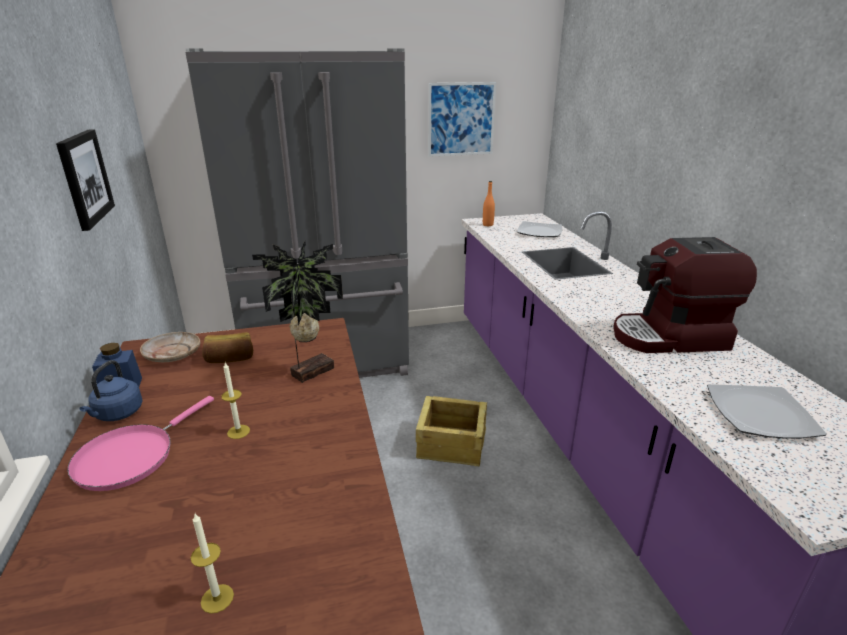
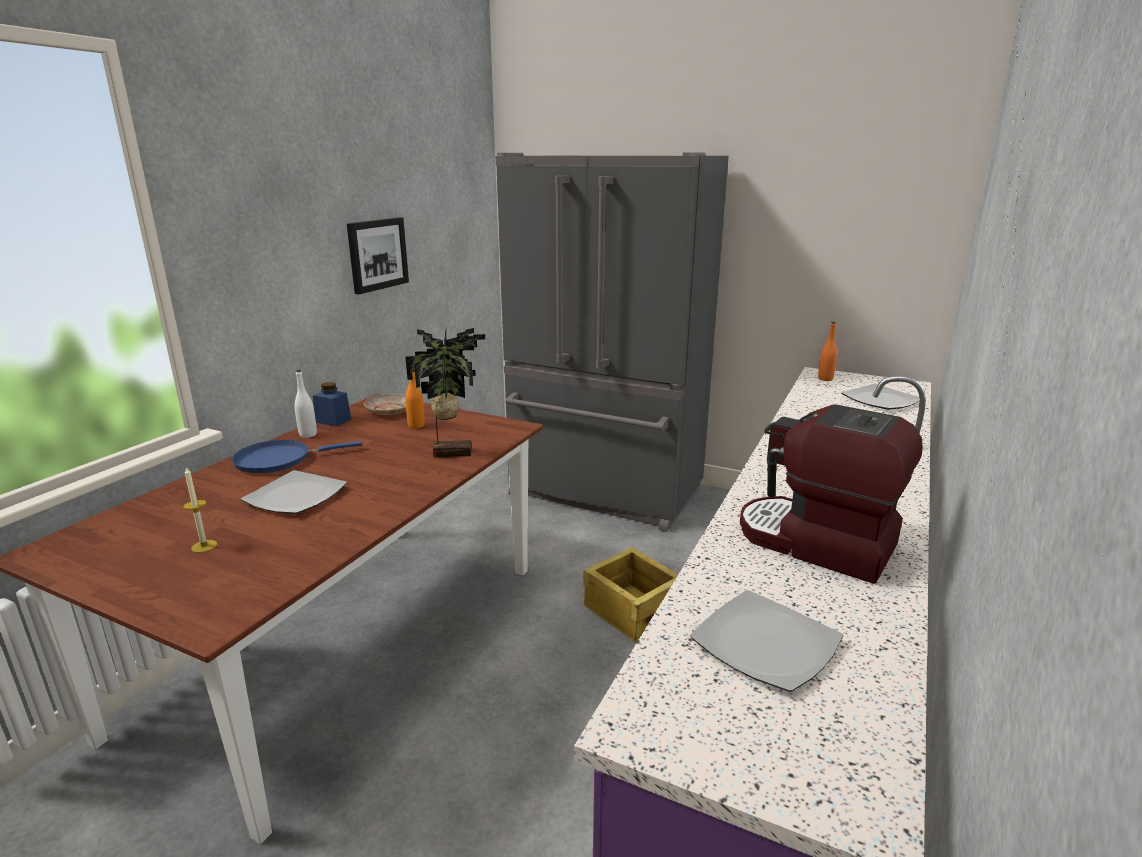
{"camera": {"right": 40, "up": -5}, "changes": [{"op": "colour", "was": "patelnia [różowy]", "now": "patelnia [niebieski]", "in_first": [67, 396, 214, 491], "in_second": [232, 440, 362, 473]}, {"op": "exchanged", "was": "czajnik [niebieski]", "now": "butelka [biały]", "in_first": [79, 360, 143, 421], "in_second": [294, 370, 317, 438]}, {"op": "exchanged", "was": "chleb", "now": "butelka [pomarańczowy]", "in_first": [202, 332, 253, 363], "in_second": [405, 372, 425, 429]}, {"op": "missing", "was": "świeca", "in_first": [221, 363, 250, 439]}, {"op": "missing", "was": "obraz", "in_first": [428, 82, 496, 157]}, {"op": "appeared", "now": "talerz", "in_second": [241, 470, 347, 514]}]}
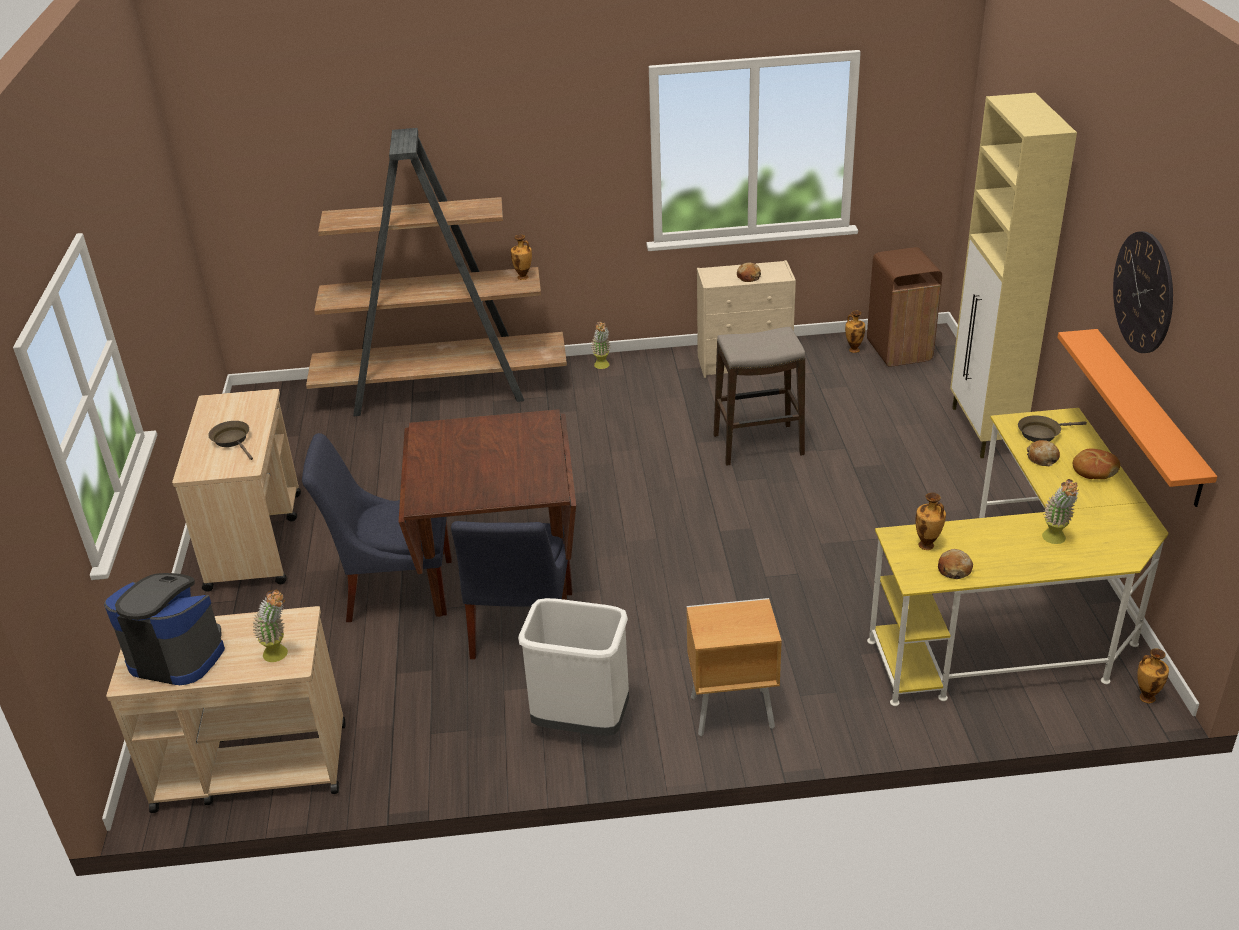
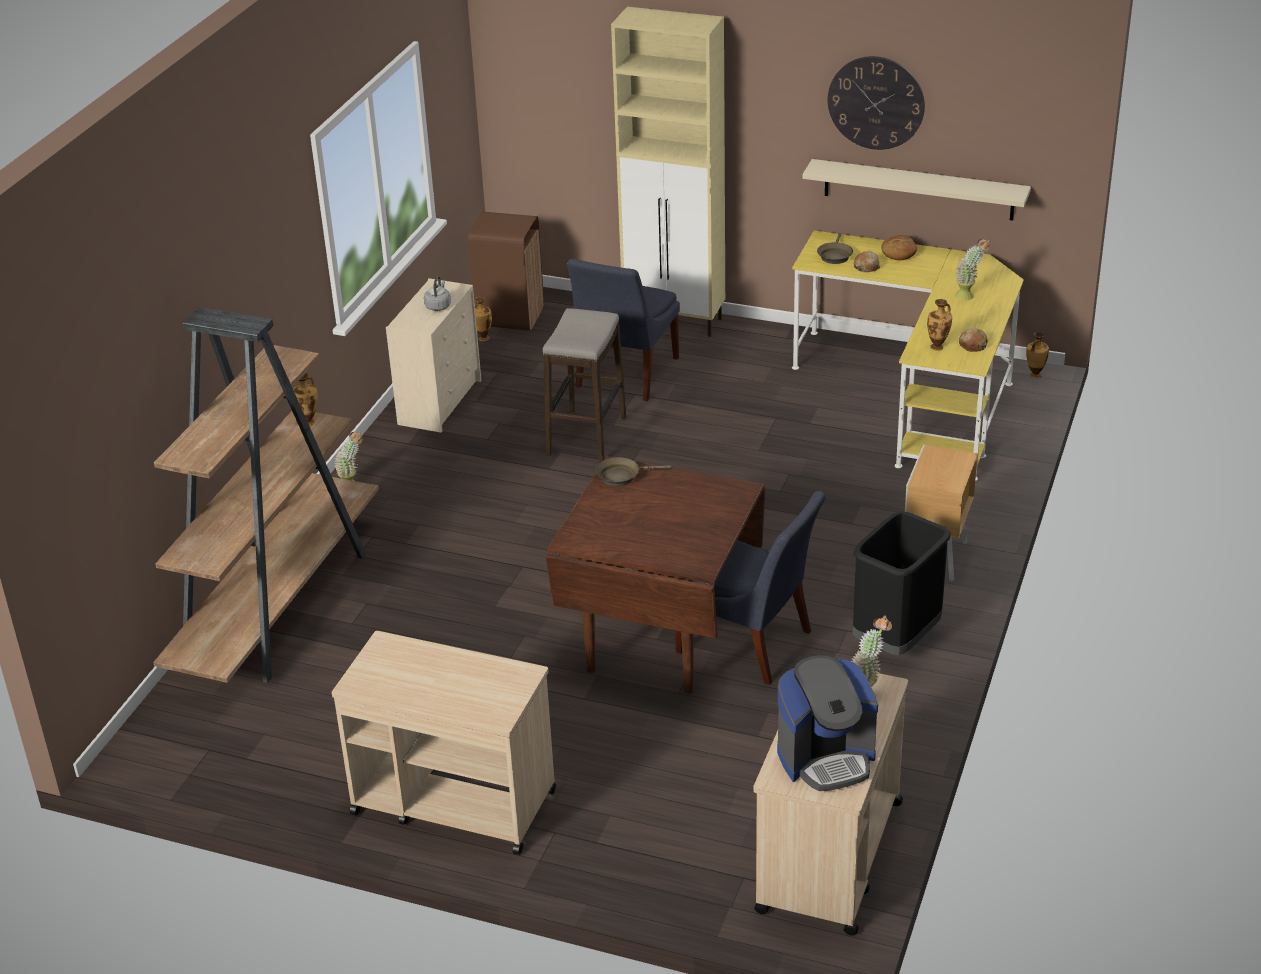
{"camera": {"right": -65, "up": 0}, "changes": [{"op": "spun", "was": "ekspres do kawy", "in_first": [104, 573, 225, 685], "in_second": [777, 655, 878, 791], "clockwise": -150}, {"op": "relocated", "was": "patelnia [brązowy]", "in_first": [208, 421, 253, 460], "in_second": [596, 457, 671, 486]}, {"op": "relocated", "was": "krzesło [niebieski]", "in_first": [302, 433, 452, 622], "in_second": [567, 259, 680, 401]}, {"op": "colour", "was": "kosz na śmieci [biały]", "now": "kosz na śmieci [czarny]", "in_first": [518, 598, 629, 736], "in_second": [853, 511, 951, 655]}, {"op": "exchanged", "was": "chleb", "now": "czajnik [szary]", "in_first": [737, 262, 761, 282], "in_second": [424, 276, 451, 311]}, {"op": "colour", "was": "półka [pomarańczowy]", "now": "półka [beżowy]", "in_first": [1057, 329, 1217, 507], "in_second": [803, 159, 1031, 220]}]}
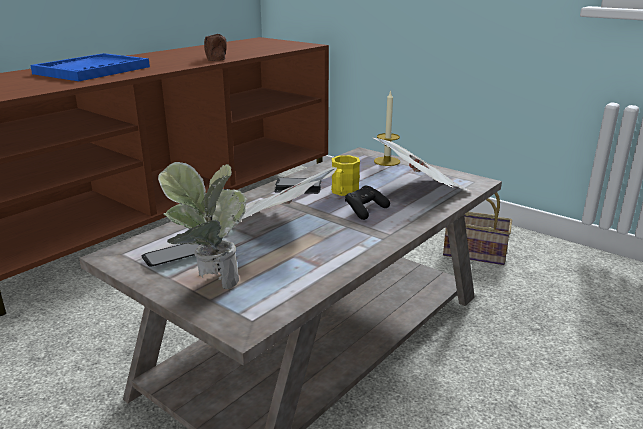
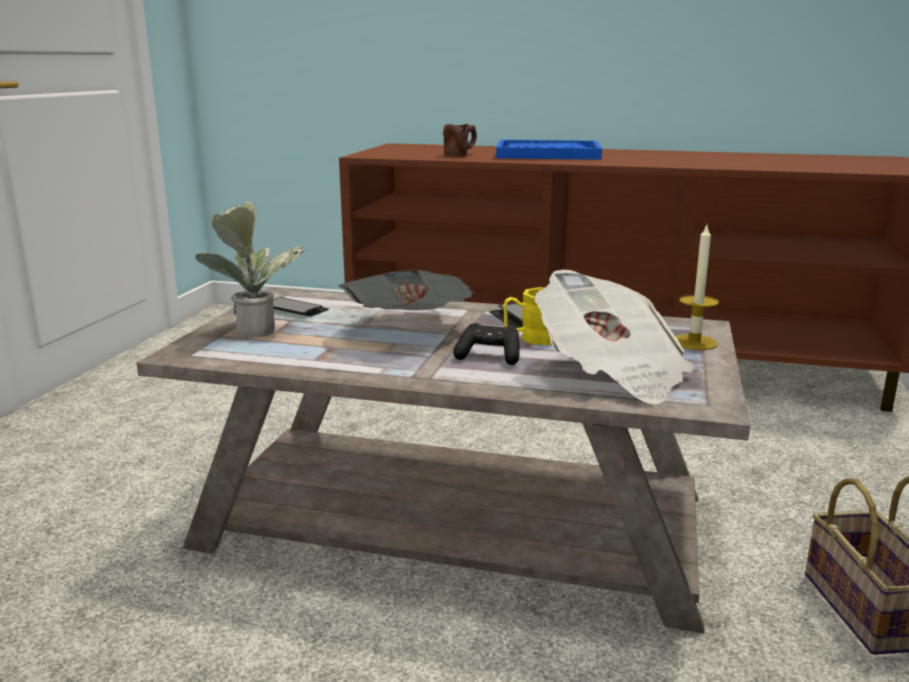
{"camera": {"right": 65, "up": -5}, "changes": [{"op": "relocated", "was": "kubek [brązowy]", "in_first": [204, 34, 227, 61], "in_second": [443, 124, 477, 157]}]}
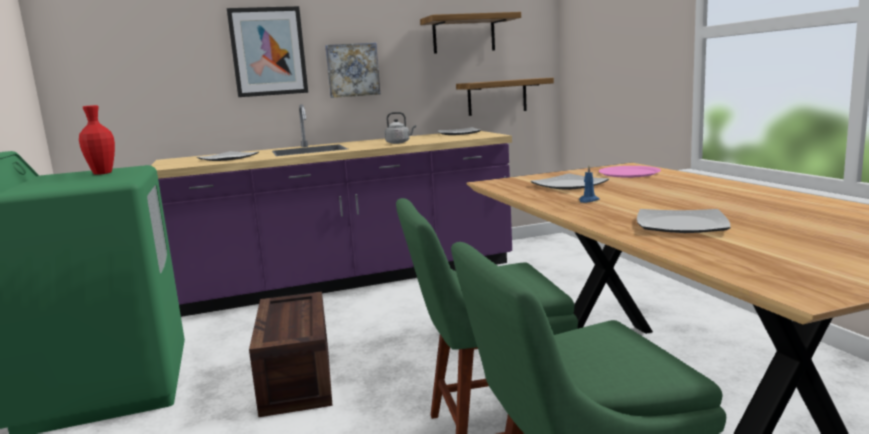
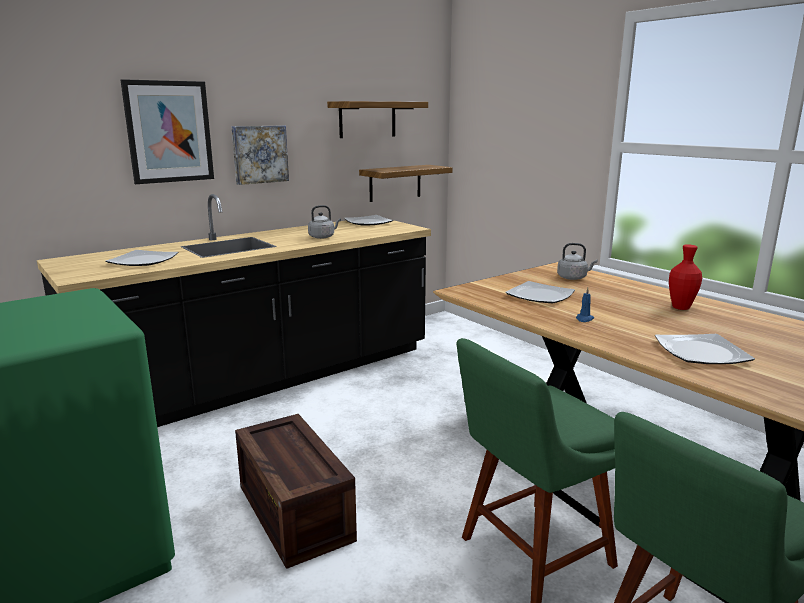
{"camera": {"right": -20, "up": 5}, "changes": [{"op": "relocated", "was": "wazon [czerwony]", "in_first": [79, 105, 115, 175], "in_second": [669, 244, 702, 310]}, {"op": "colour", "was": "zabudowa kuchenna [fioletowy]", "now": "zabudowa kuchenna [czarny]", "in_first": [151, 104, 512, 317], "in_second": [37, 194, 431, 427]}, {"op": "exchanged", "was": "talerz [różowy]", "now": "czajnik [szary]", "in_first": [599, 166, 661, 177], "in_second": [557, 243, 597, 280]}]}
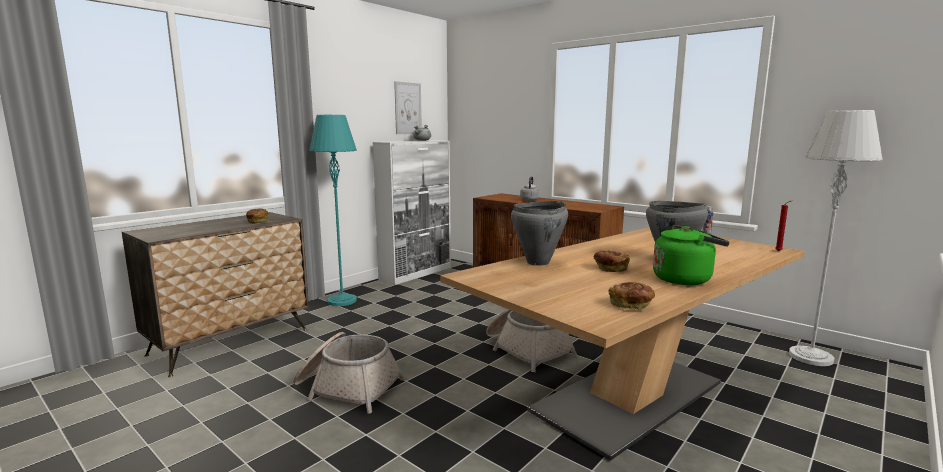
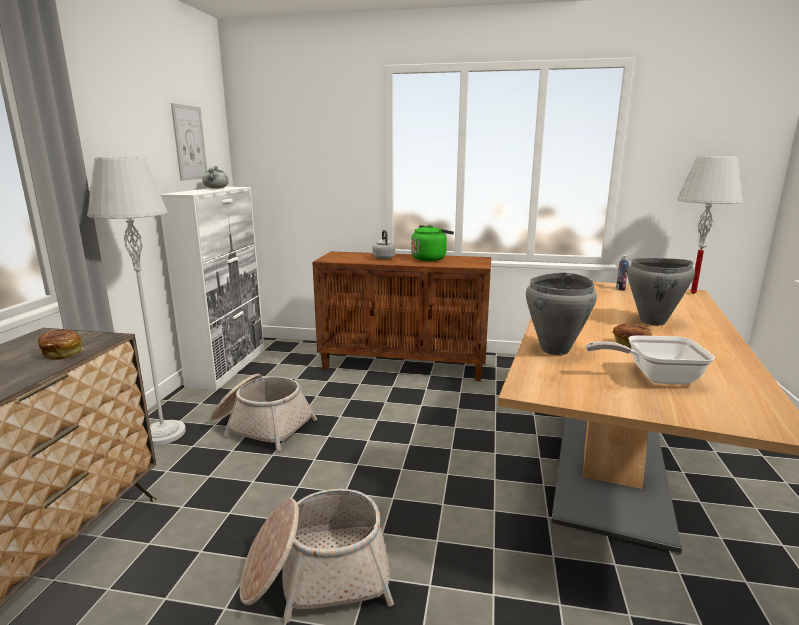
{"camera": {"right": -30, "up": 5}, "changes": [{"op": "colour", "was": "lampa stojąca [turkusowy]", "now": "lampa stojąca [szary]", "in_first": [309, 115, 357, 306], "in_second": [87, 157, 186, 445]}, {"op": "relocated", "was": "koszyk", "in_first": [486, 309, 577, 372], "in_second": [211, 374, 317, 452]}, {"op": "missing", "was": "chleb", "in_first": [609, 282, 655, 310]}, {"op": "relocated", "was": "czajnik [zielony]", "in_first": [653, 225, 729, 285], "in_second": [411, 225, 454, 261]}, {"op": "appeared", "now": "patelnia", "in_second": [586, 335, 715, 384]}]}
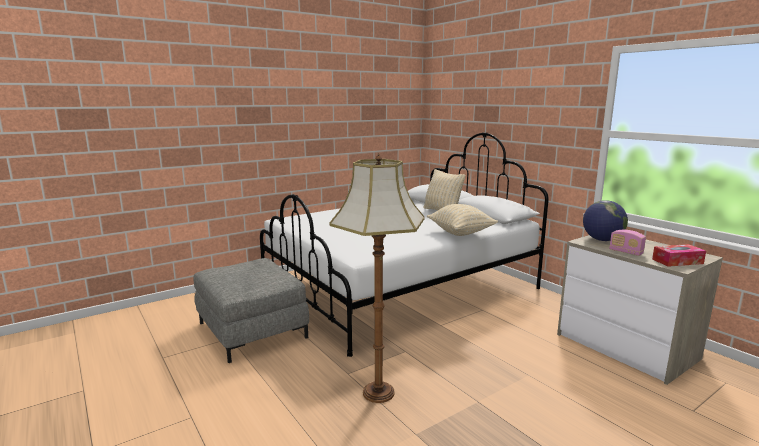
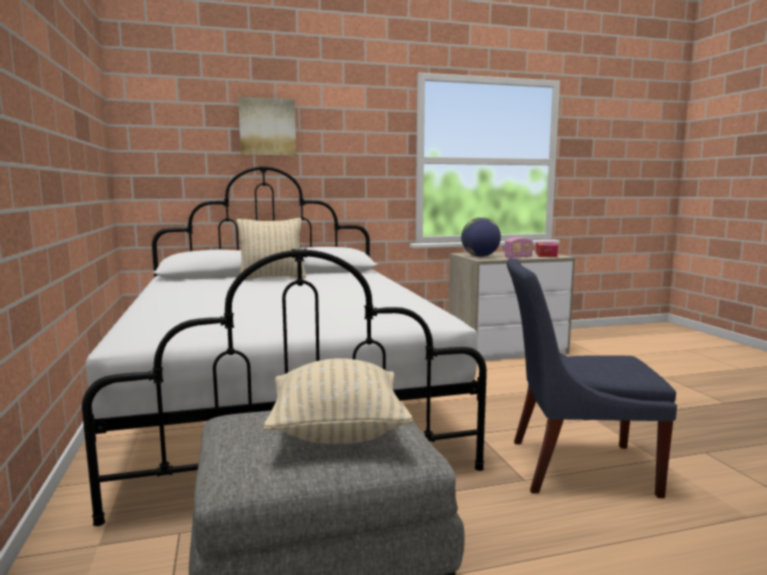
{"camera": {"right": -70, "up": -5}, "changes": [{"op": "exchanged", "was": "lampa stojąca", "now": "krzesło [niebieski]", "in_first": [330, 153, 425, 403], "in_second": [507, 258, 677, 498]}, {"op": "relocated", "was": "poduszka [beżowy]", "in_first": [427, 204, 498, 236], "in_second": [263, 358, 413, 444]}, {"op": "appeared", "now": "obraz", "in_second": [238, 97, 296, 156]}]}
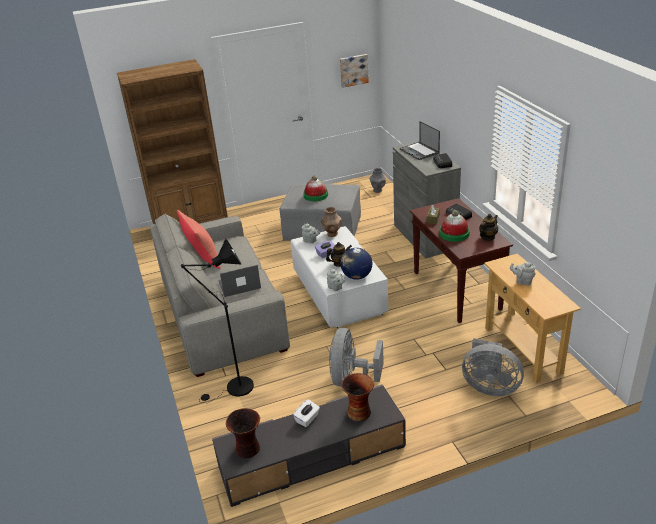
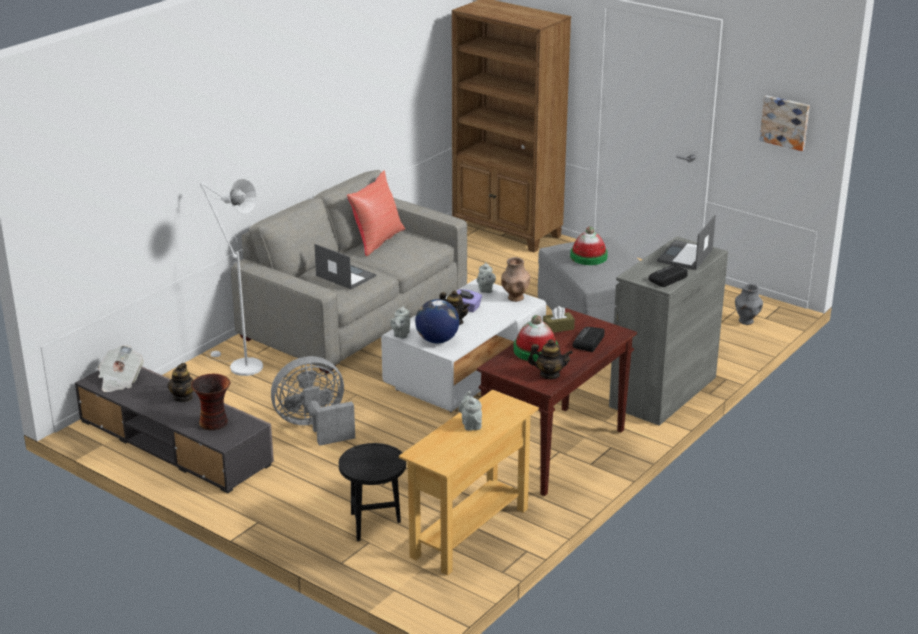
{"camera": {"right": 55, "up": -5}, "changes": [{"op": "colour", "was": "lampa stojąca [czarny]", "now": "lampa stojąca [biały]", "in_first": [181, 239, 254, 402], "in_second": [200, 179, 263, 376]}, {"op": "exchanged", "was": "wazon", "now": "gazeta", "in_first": [226, 408, 260, 458], "in_second": [98, 345, 144, 392]}, {"op": "exchanged", "was": "pudełko chusteczek [biały]", "now": "imbryk", "in_first": [293, 399, 320, 427], "in_second": [167, 363, 194, 402]}, {"op": "exchanged", "was": "wentylator [szary]", "now": "stolik [czarny]", "in_first": [462, 338, 524, 396], "in_second": [339, 443, 406, 541]}]}
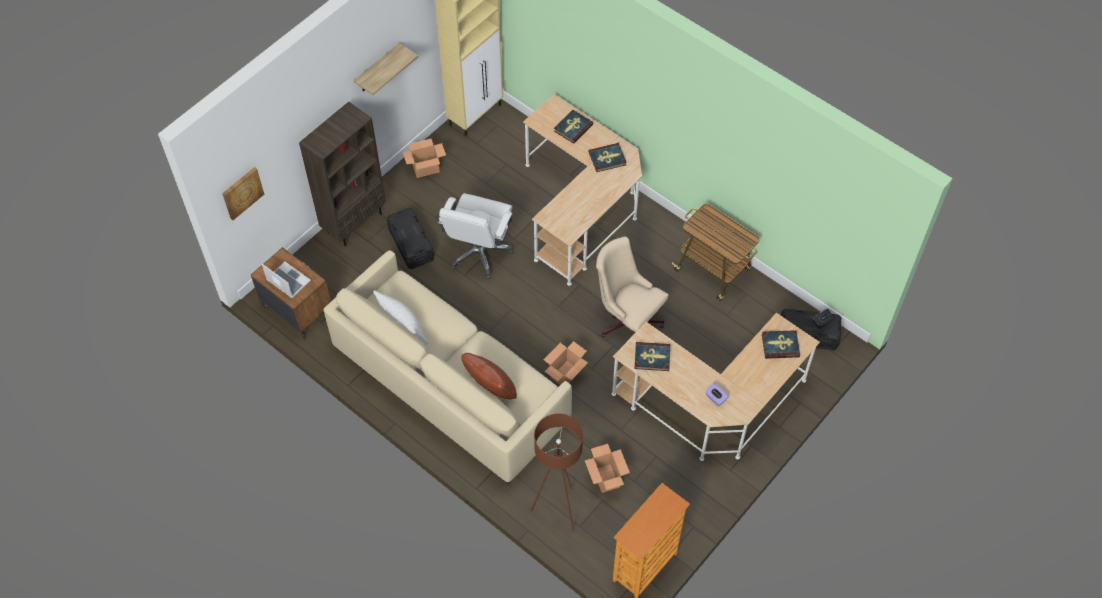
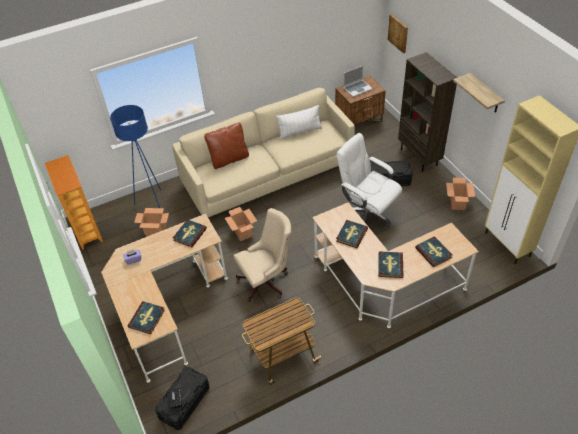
{"camera": {"right": 115, "up": -10}, "changes": [{"op": "colour", "was": "lampa stojąca [brązowy]", "now": "lampa stojąca [niebieski]", "in_first": [530, 413, 583, 531], "in_second": [110, 105, 161, 208]}, {"op": "appeared", "now": "książka", "in_second": [336, 220, 368, 248]}]}
